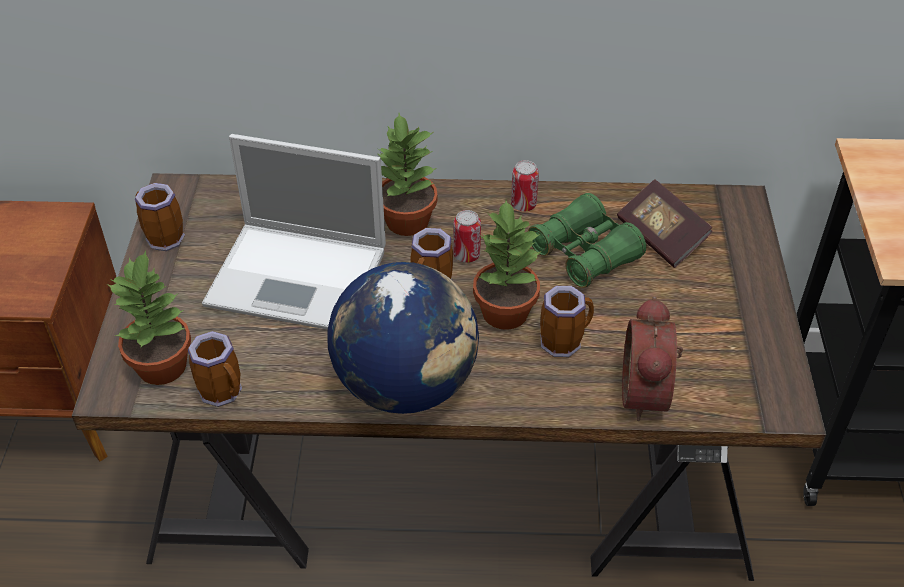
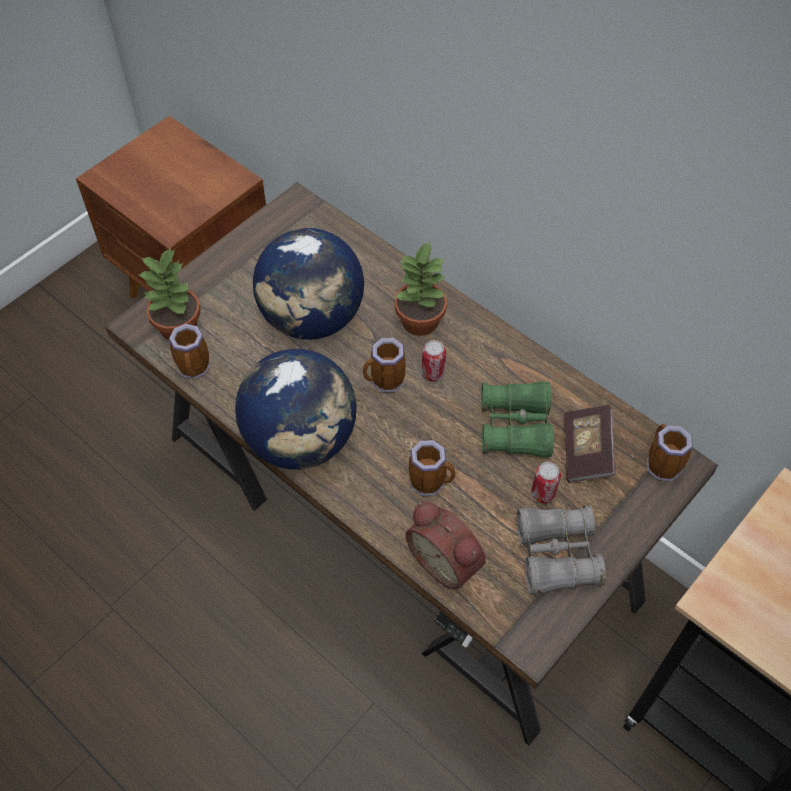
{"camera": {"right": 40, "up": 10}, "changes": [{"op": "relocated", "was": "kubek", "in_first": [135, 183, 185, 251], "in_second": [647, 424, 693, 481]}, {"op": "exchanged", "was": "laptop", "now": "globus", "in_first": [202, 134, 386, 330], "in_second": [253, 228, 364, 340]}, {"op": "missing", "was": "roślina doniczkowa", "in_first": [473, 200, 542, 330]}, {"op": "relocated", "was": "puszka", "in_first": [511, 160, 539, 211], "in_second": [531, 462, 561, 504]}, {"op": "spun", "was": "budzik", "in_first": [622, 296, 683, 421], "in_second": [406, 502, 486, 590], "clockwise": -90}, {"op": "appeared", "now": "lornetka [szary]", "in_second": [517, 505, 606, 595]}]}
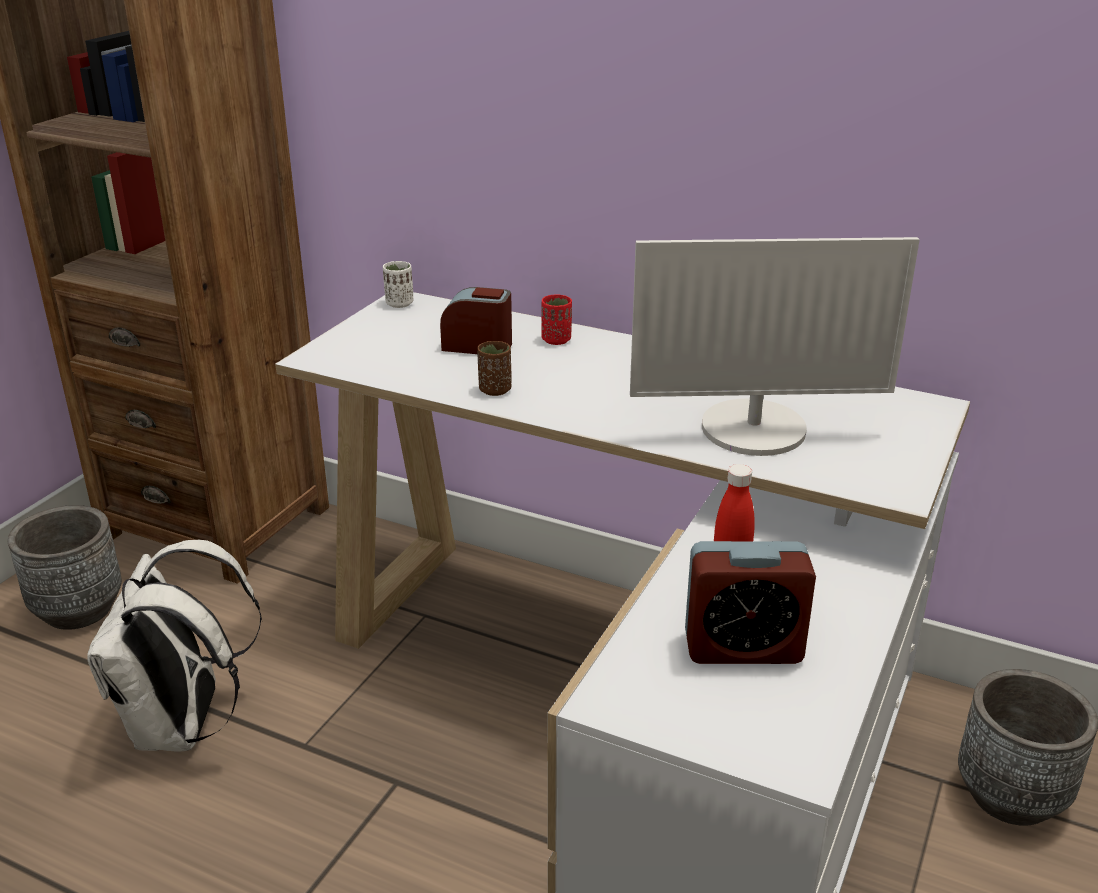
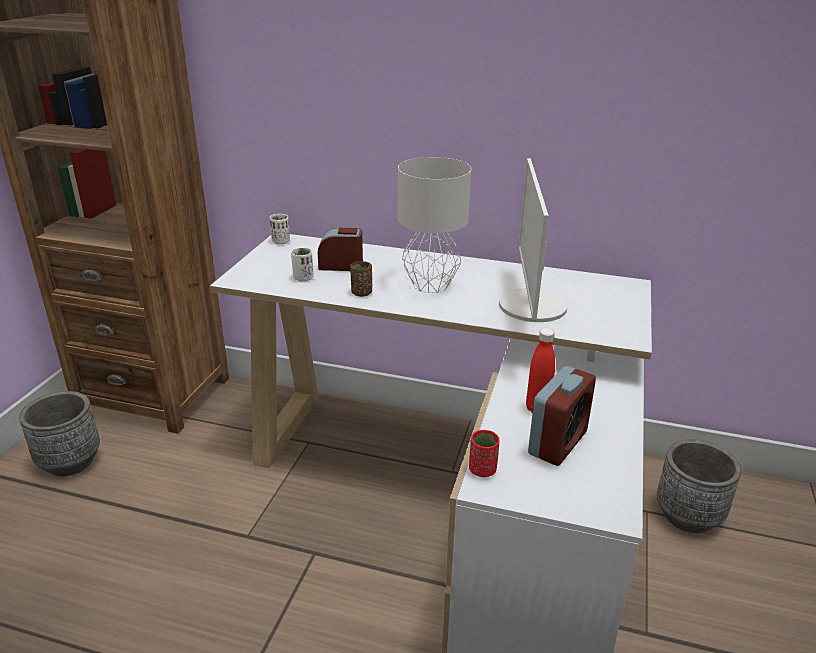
{"camera": {"right": -10, "up": 0}, "changes": [{"op": "missing", "was": "plecak [biały]", "in_first": [87, 540, 262, 751]}, {"op": "relocated", "was": "filiżanka [czerwony]", "in_first": [541, 294, 572, 345], "in_second": [469, 430, 500, 477]}, {"op": "spun", "was": "monitor", "in_first": [630, 237, 920, 456], "in_second": [499, 158, 567, 322], "clockwise": 105}, {"op": "spun", "was": "budzik", "in_first": [685, 541, 816, 664], "in_second": [528, 366, 596, 466], "clockwise": -45}, {"op": "appeared", "now": "filiżanka [biały]", "in_second": [291, 247, 314, 282]}, {"op": "appeared", "now": "lampa stołowa [szary]", "in_second": [398, 157, 471, 293]}]}
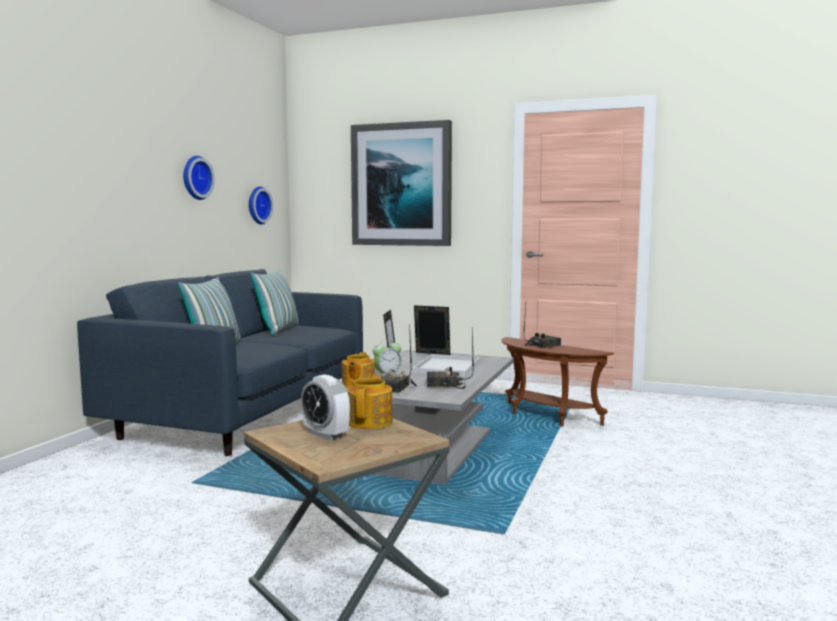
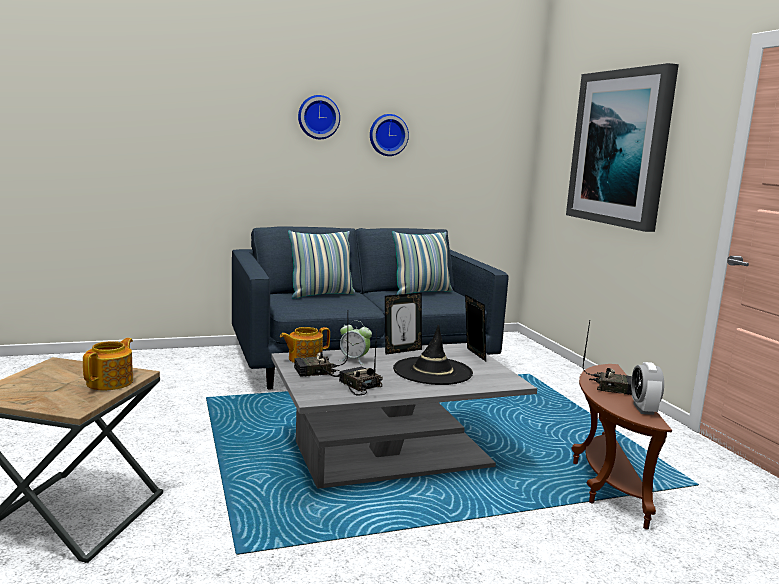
{"camera": {"right": 50, "up": 5}, "changes": [{"op": "relocated", "was": "zegar ścienny", "in_first": [249, 186, 273, 225], "in_second": [298, 95, 340, 139]}, {"op": "relocated", "was": "budzik", "in_first": [301, 374, 350, 440], "in_second": [631, 362, 664, 415]}, {"op": "spun", "was": "imbryk", "in_first": [347, 374, 392, 429], "in_second": [83, 338, 133, 391], "clockwise": -45}, {"op": "exchanged", "was": "taca [biały]", "now": "kapelusz [czarny]", "in_first": [413, 354, 480, 377], "in_second": [393, 325, 473, 385]}]}
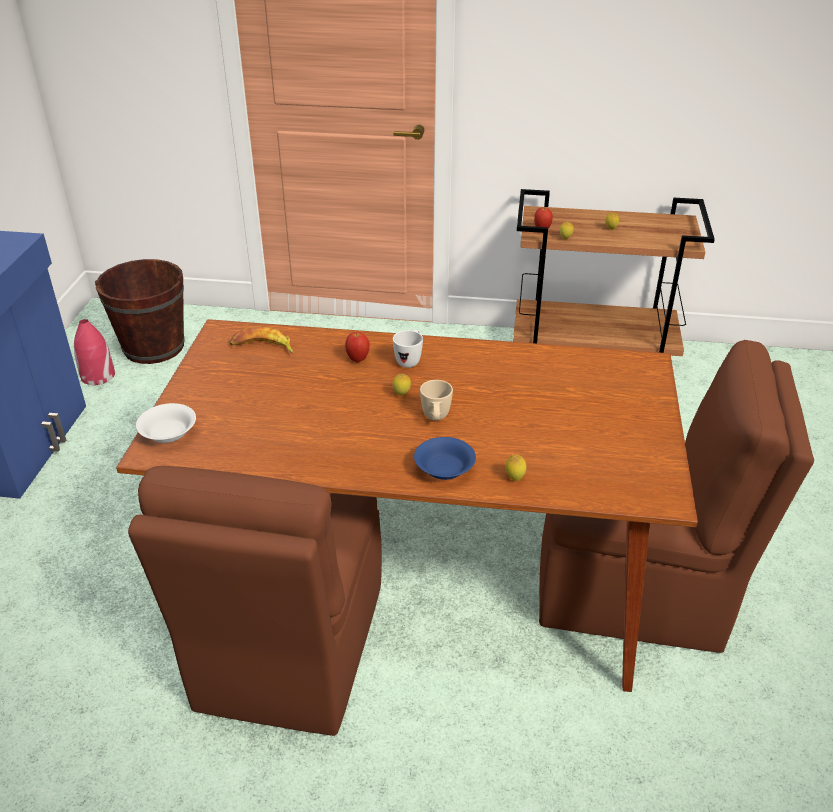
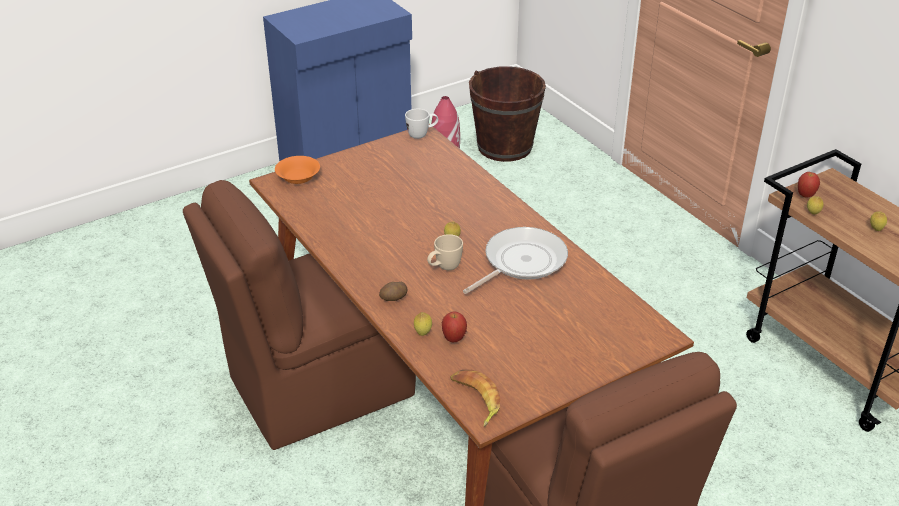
{"camera": {"right": 50, "up": 0}, "changes": [{"op": "colour", "was": "miska [biały]", "now": "miska [pomarańczowy]", "in_first": [136, 403, 196, 443], "in_second": [275, 156, 320, 184]}, {"op": "relocated", "was": "banan", "in_first": [230, 326, 293, 353], "in_second": [451, 370, 500, 427]}, {"op": "relocated", "was": "jabłko", "in_first": [345, 332, 370, 362], "in_second": [442, 311, 467, 342]}, {"op": "relocated", "was": "kubek [biały]", "in_first": [393, 330, 423, 368], "in_second": [405, 109, 438, 139]}, {"op": "exchanged", "was": "miska [niebieski]", "now": "ziemniak", "in_first": [414, 437, 476, 480], "in_second": [379, 282, 407, 301]}, {"op": "appeared", "now": "patelnia", "in_second": [463, 227, 568, 294]}]}
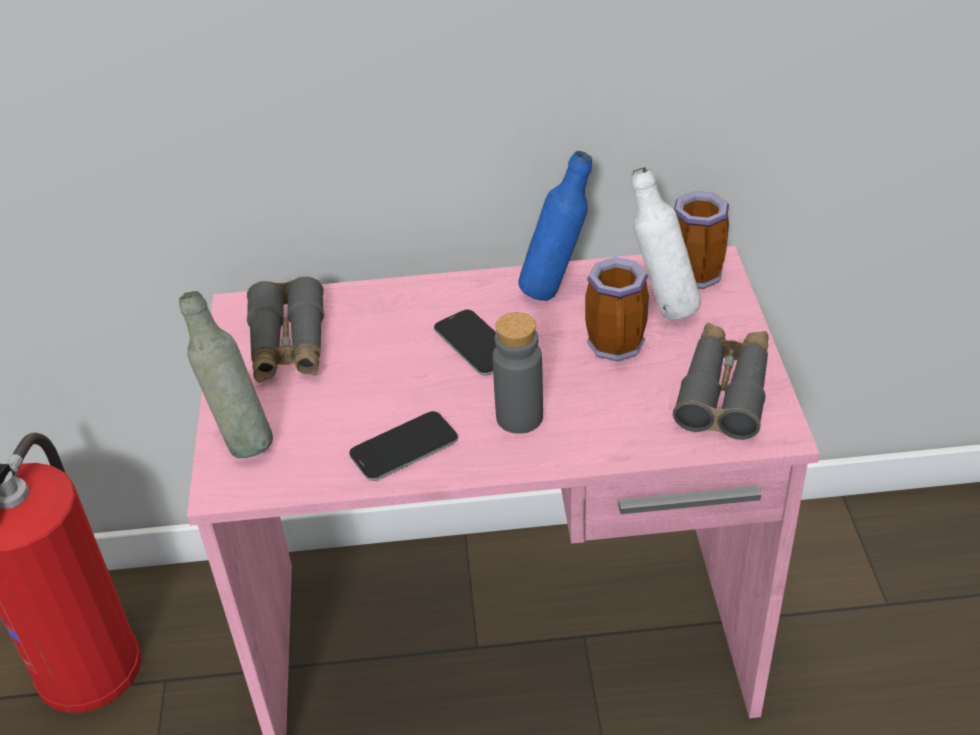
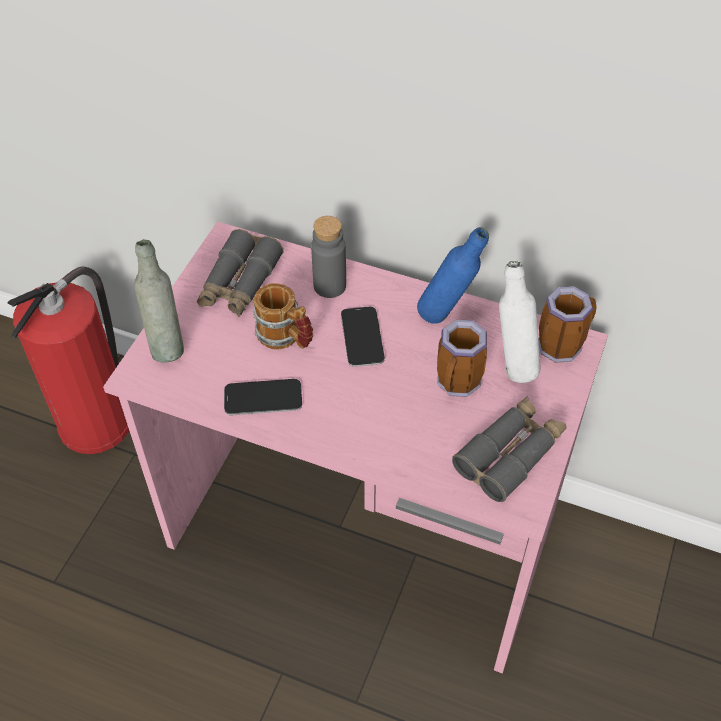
{"camera": {"right": 25, "up": 10}, "changes": [{"op": "relocated", "was": "butelka [szary]", "in_first": [493, 312, 543, 434], "in_second": [311, 216, 346, 298]}, {"op": "appeared", "now": "kubek", "in_second": [253, 283, 313, 350]}]}
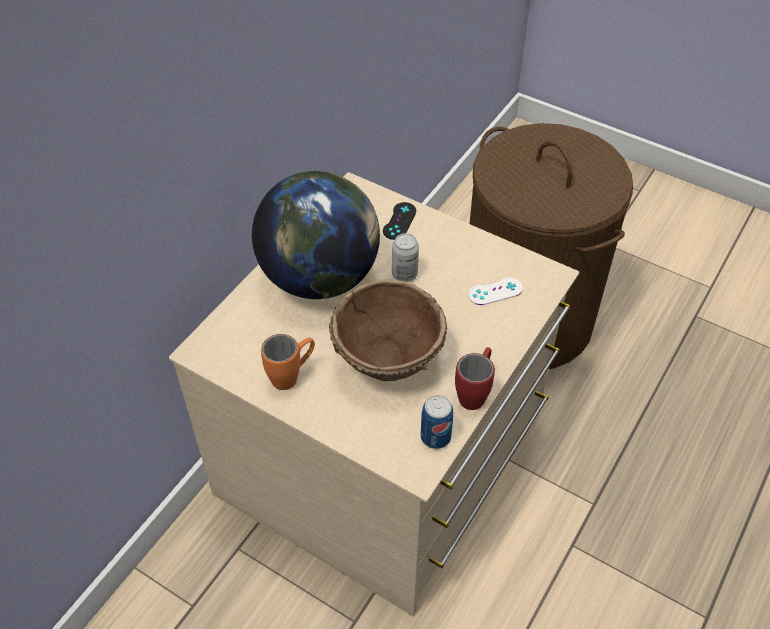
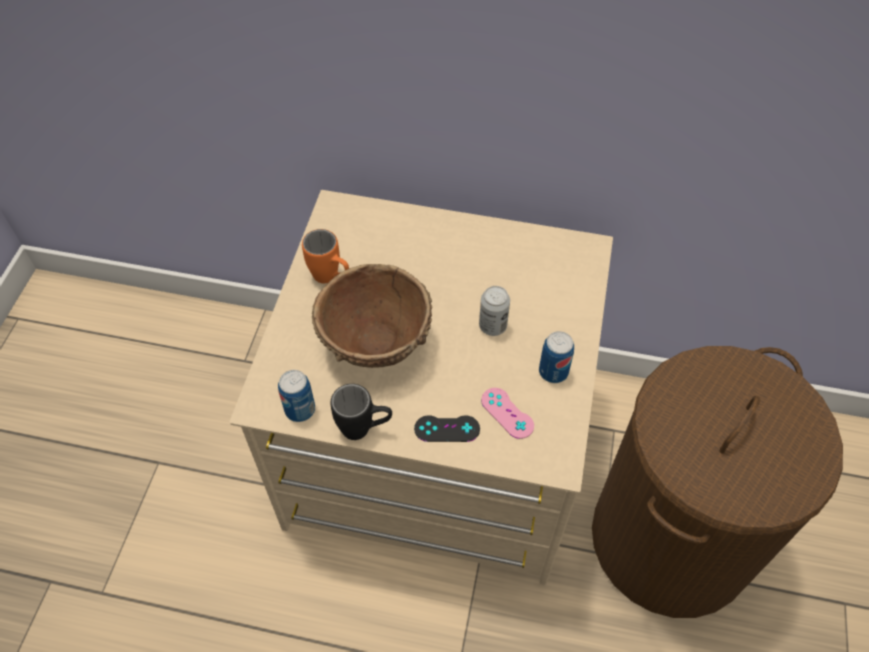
{"camera": {"right": 70, "up": 5}, "changes": [{"op": "missing", "was": "globus", "in_first": [252, 171, 380, 299]}, {"op": "relocated", "was": "pad do gier [czarny]", "in_first": [383, 202, 416, 240], "in_second": [414, 415, 480, 442]}, {"op": "colour", "was": "kubek [czerwony]", "now": "kubek [czarny]", "in_first": [455, 347, 495, 410], "in_second": [330, 384, 392, 440]}, {"op": "colour", "was": "pad do gier [biały]", "now": "pad do gier [różowy]", "in_first": [468, 277, 523, 305], "in_second": [481, 388, 534, 439]}, {"op": "appeared", "now": "puszka", "in_second": [539, 331, 574, 383]}]}
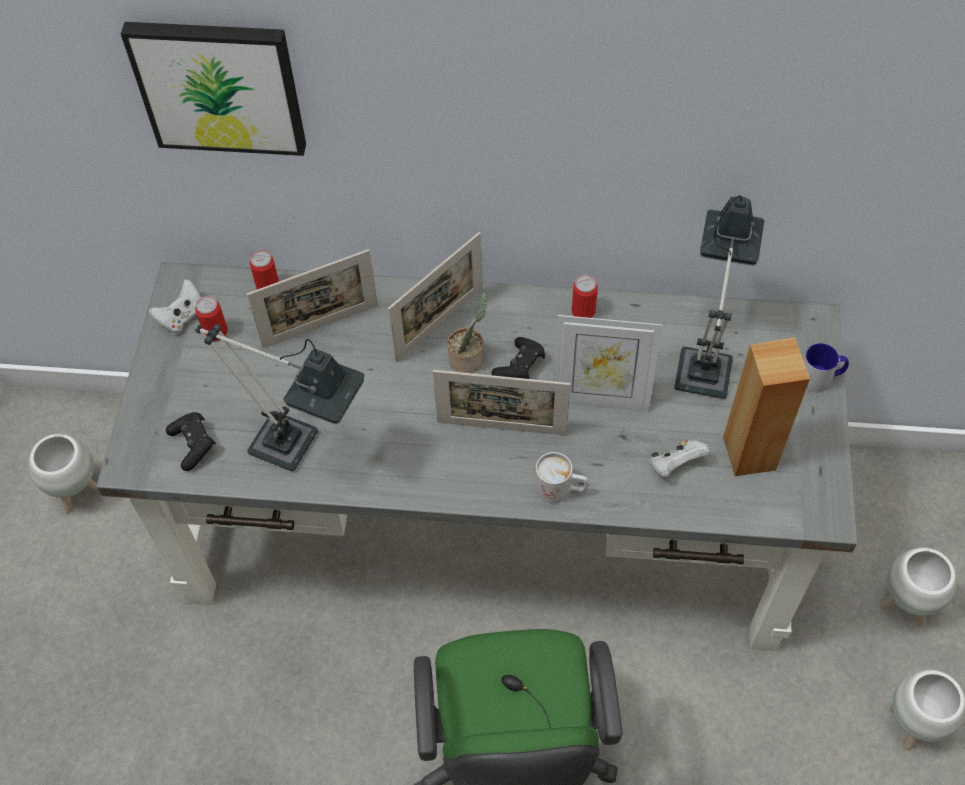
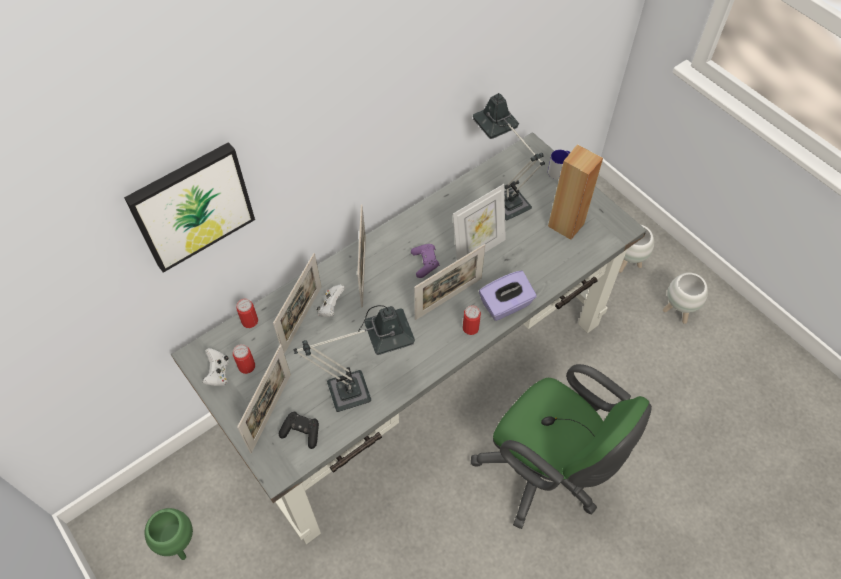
{"camera": {"right": -45, "up": 0}, "changes": [{"op": "colour", "was": "donica [biały]", "now": "donica [zielony]", "in_first": [29, 434, 99, 513], "in_second": [145, 508, 193, 560]}, {"op": "missing", "was": "roślina doniczkowa", "in_first": [447, 292, 487, 373]}, {"op": "colour", "was": "pad do gier [czarny]", "now": "pad do gier [fioletowy]", "in_first": [491, 337, 545, 379], "in_second": [411, 244, 440, 278]}, {"op": "exchanged", "was": "kubek [biały]", "now": "pudełko chusteczek [fioletowy]", "in_first": [535, 452, 588, 504], "in_second": [479, 270, 537, 321]}, {"op": "relocated", "was": "puszka", "in_first": [572, 275, 598, 318], "in_second": [463, 306, 481, 335]}, {"op": "relocated", "was": "pad do gier [biały]", "in_first": [650, 440, 710, 477], "in_second": [317, 284, 345, 317]}, {"op": "appeared", "now": "ramka na zdjęcie", "in_second": [237, 344, 291, 453]}]}
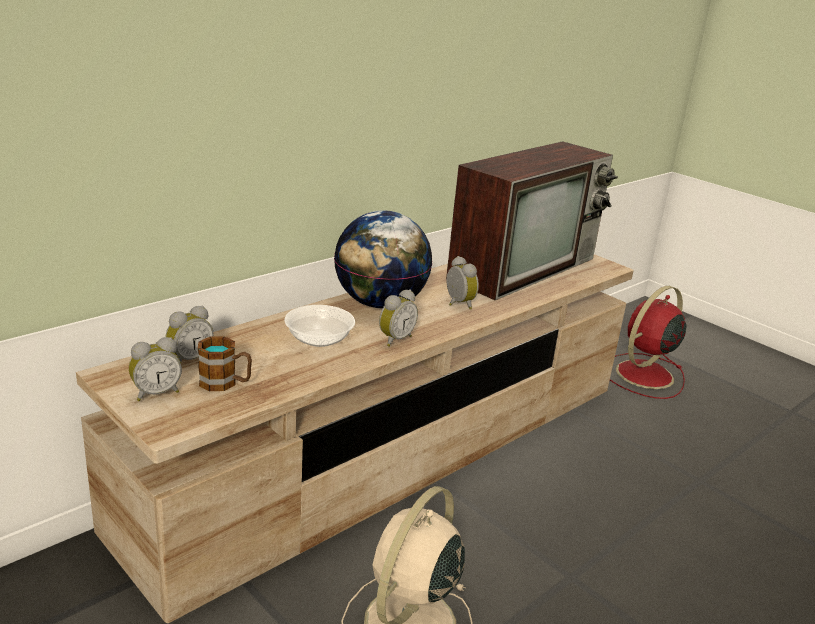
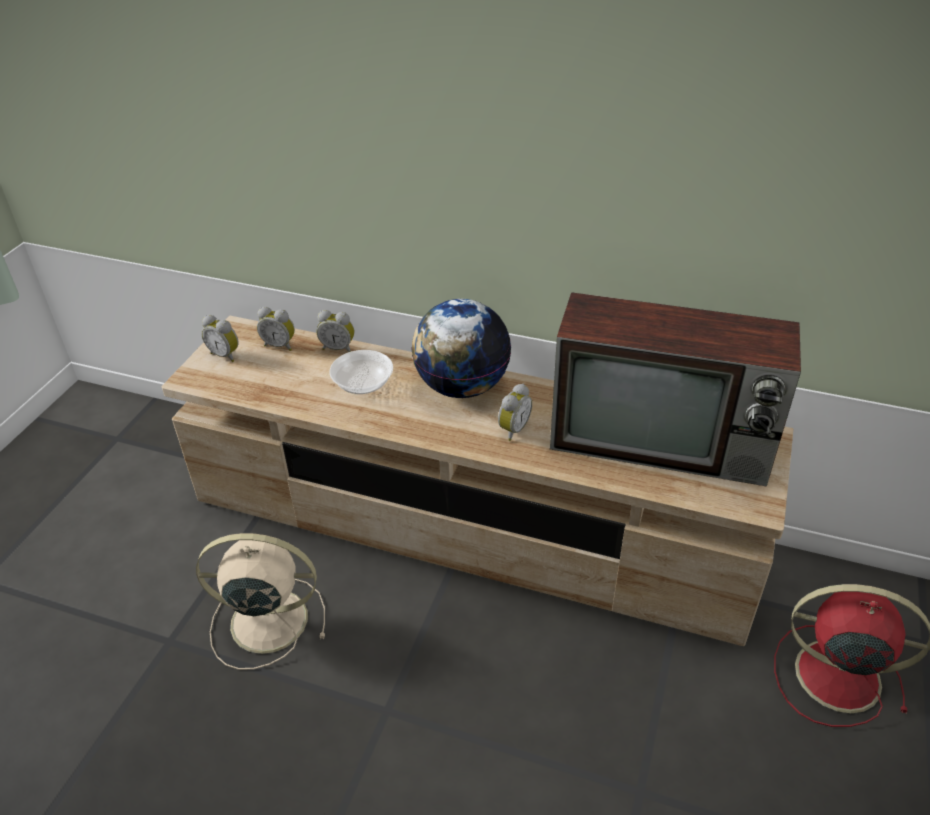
{"camera": {"right": 65, "up": 15}, "changes": [{"op": "missing", "was": "kubek", "in_first": [198, 336, 252, 391]}, {"op": "relocated", "was": "budzik", "in_first": [379, 289, 418, 347], "in_second": [317, 310, 354, 352]}]}
